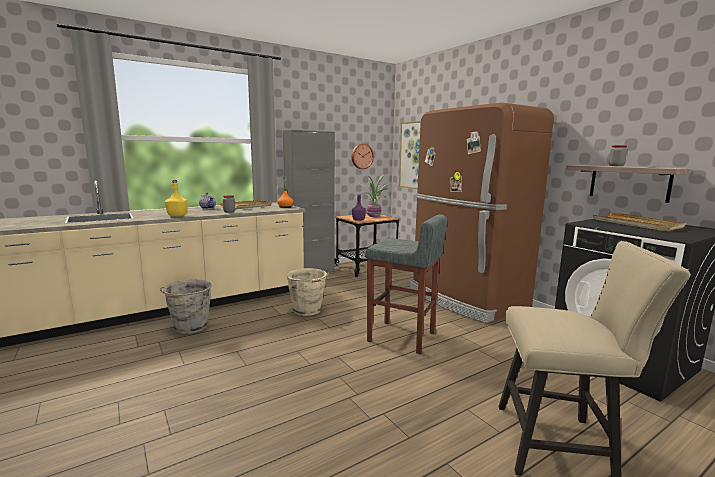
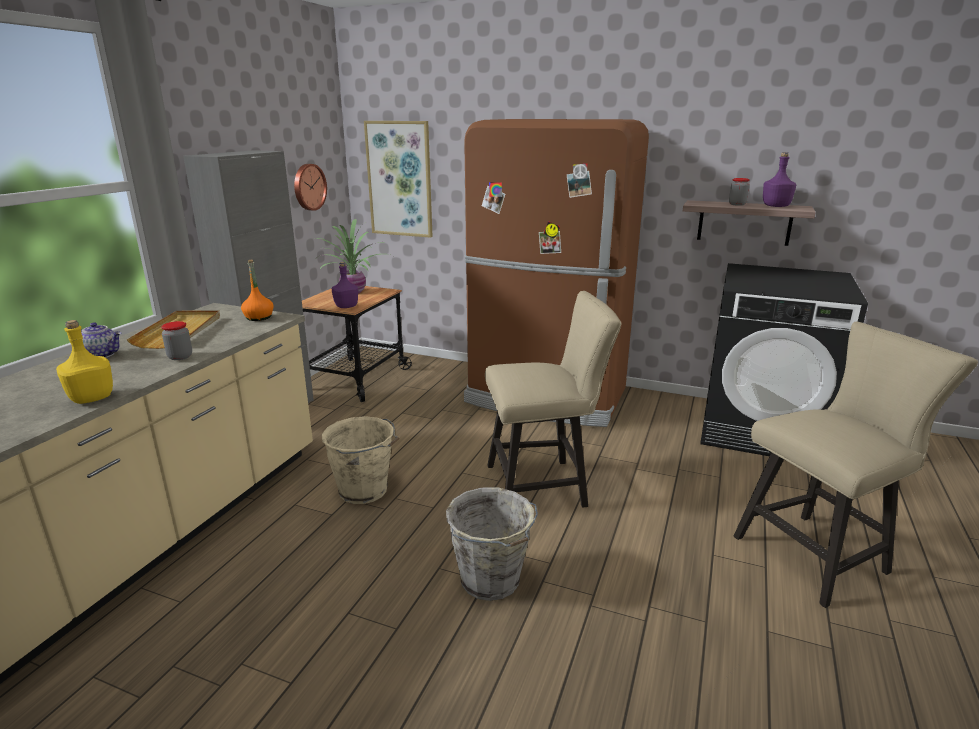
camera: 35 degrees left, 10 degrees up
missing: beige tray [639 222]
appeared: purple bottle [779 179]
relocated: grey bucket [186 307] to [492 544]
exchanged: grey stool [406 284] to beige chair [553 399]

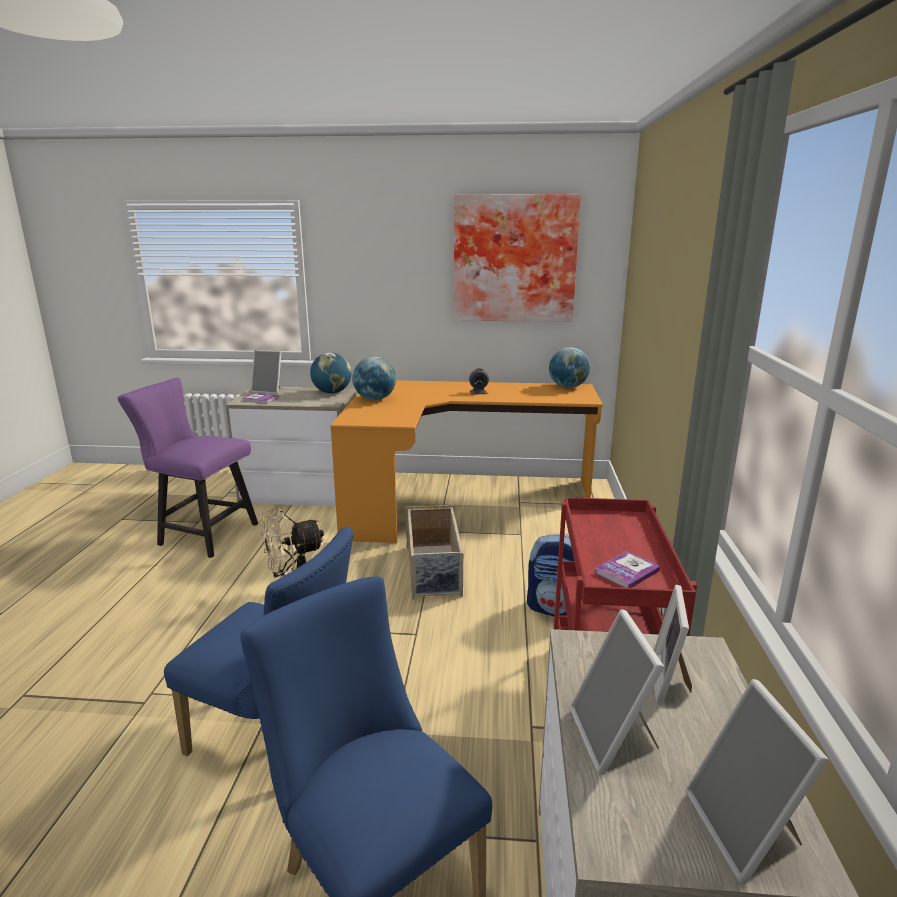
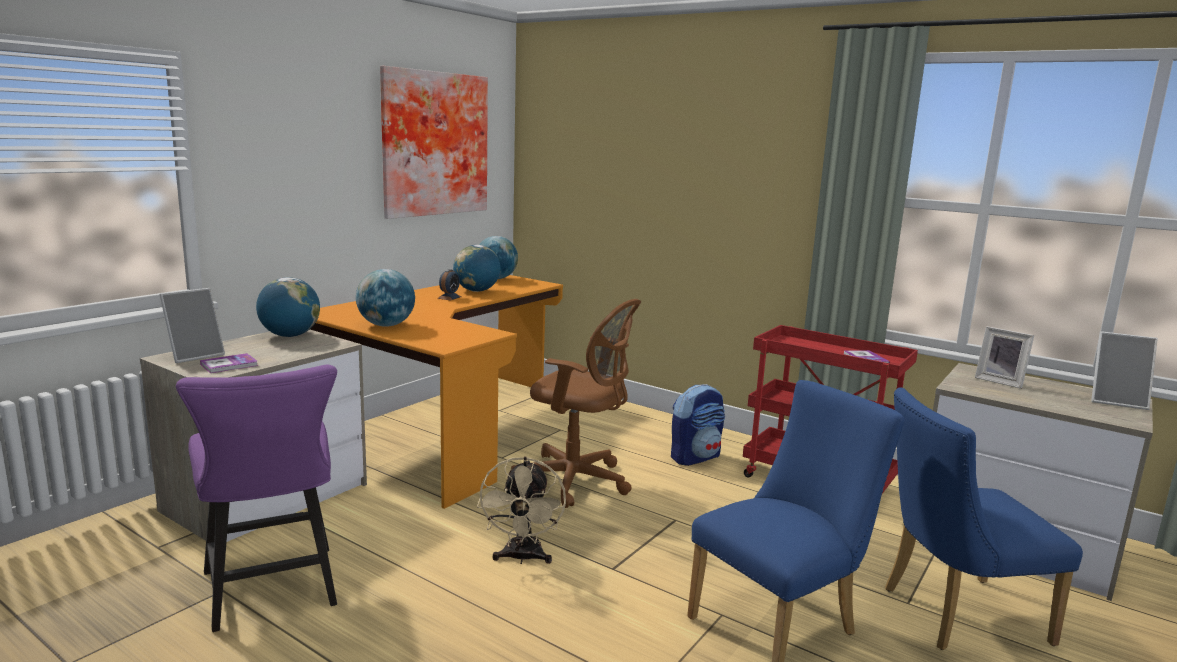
camera: 60 degrees left, 5 degrees down
missing: picture frame [617 692]
appeared: globe [476 268]
exchanged: beige storage box [434 552] to brown office chair [576 403]
spun: purple chair [188 468] = [256 498] 75 degrees counterclockwise

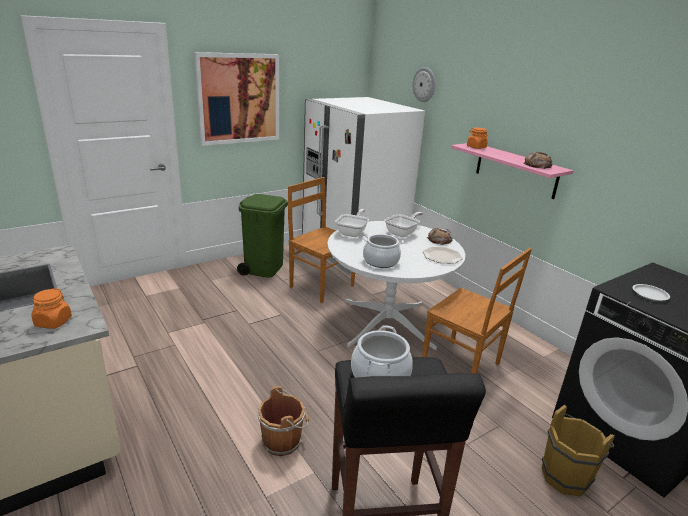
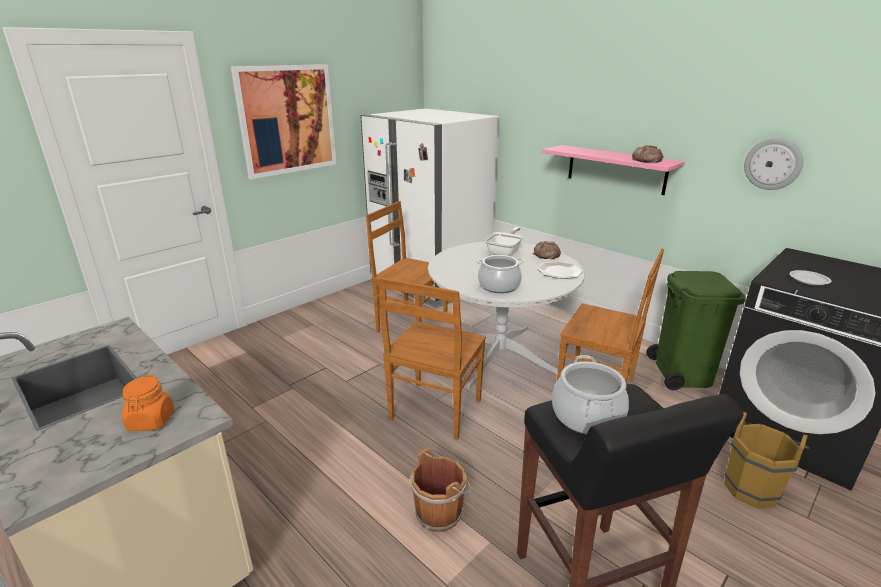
camera: 10 degrees left, 0 degrees up
missing: frying pan [352 223]; orange jar [477 138]
appeared: brown chair [432 358]
relocated: green trash can [262 236] to [696 330]; wall clock [423 84] to [773 164]

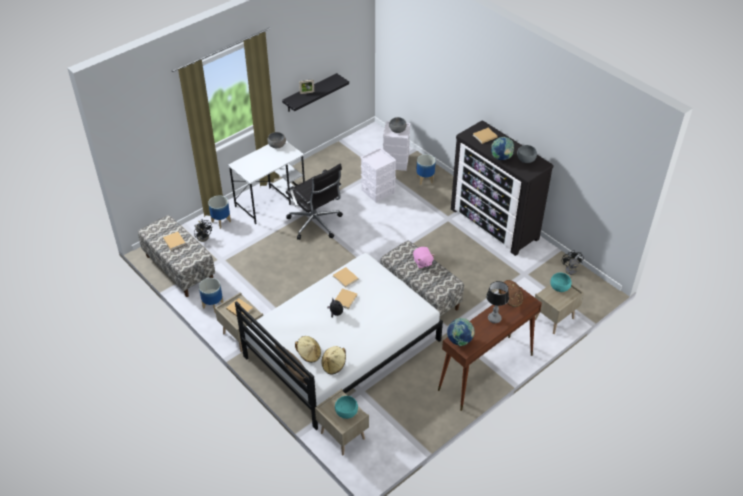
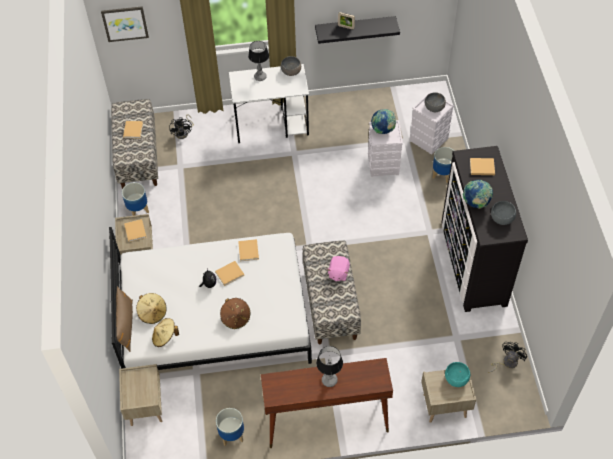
camera: 35 degrees right, 10 degrees up
missing: black office chair [314 201]; turquoise bowl [346 407]
appeared: picture [125 24]; table lamp [258 61]
relocated: planter [219 212] to [230 427]; globe [461 332] to [383 121]; brown hat [511 293] to [235 313]

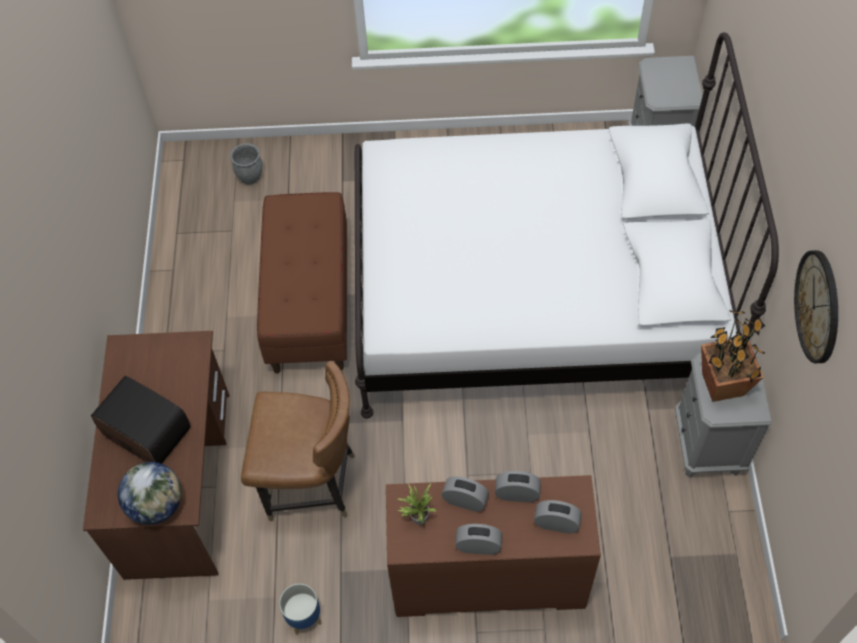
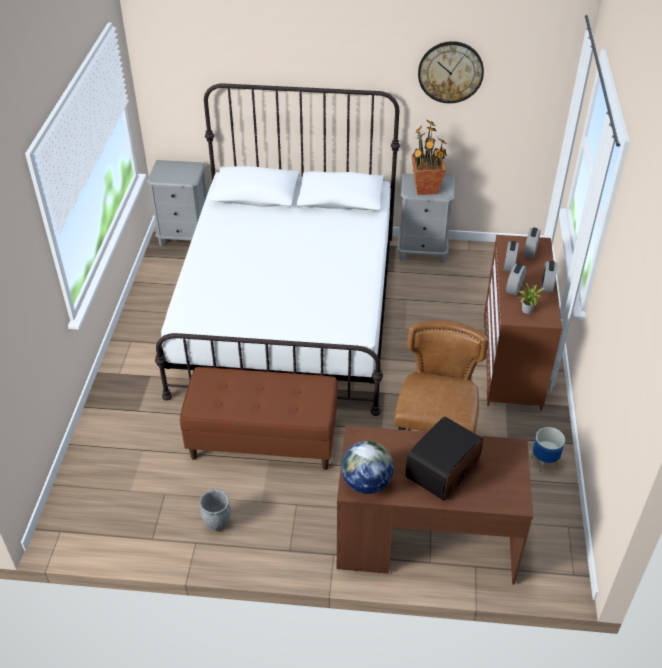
camera: 85 degrees left, 15 degrees down
relocated: globe [150 493] to [367 467]; grey planter [246 164] to [215 510]

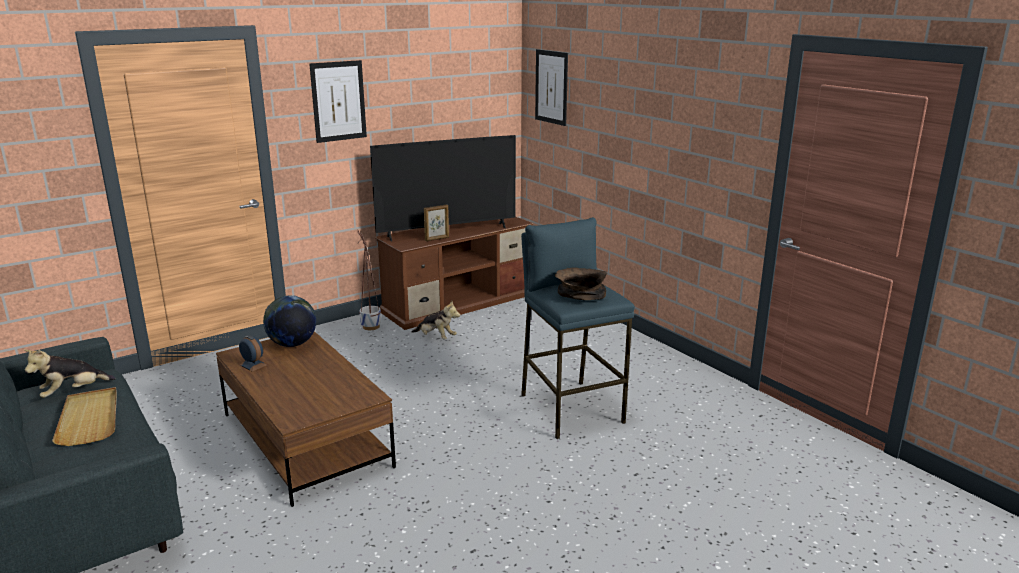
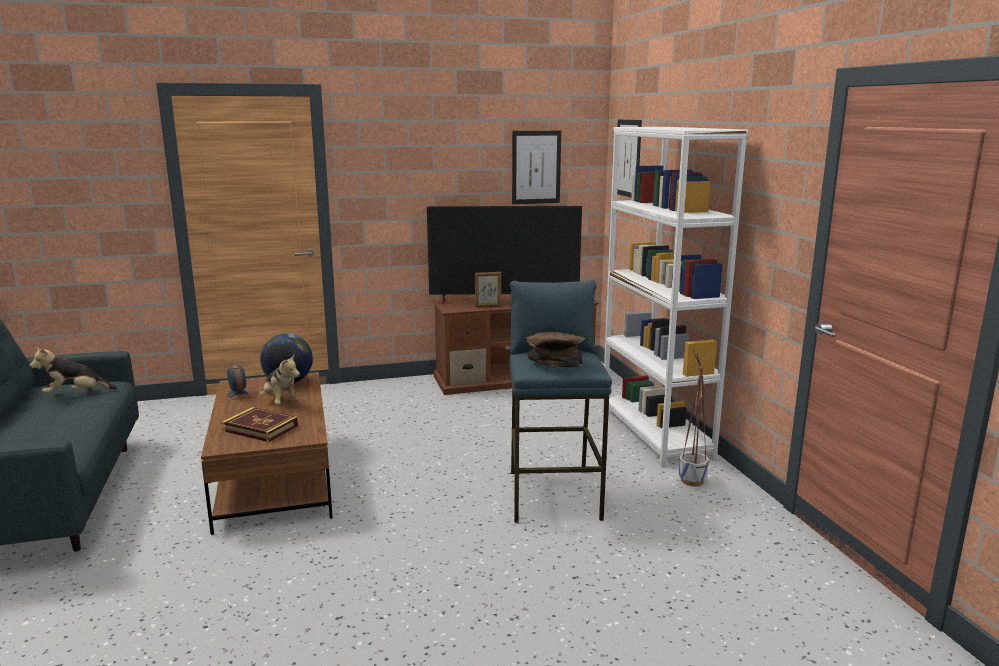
camera: 20 degrees right, 5 degrees down
missing: beige tray [84 416]
appeared: book [260 424]; white bookcase [675 297]
relocated: picture [338 101] to [536 167]; planter [369 279] to [694 417]; plush toy [436 320] to [279 379]

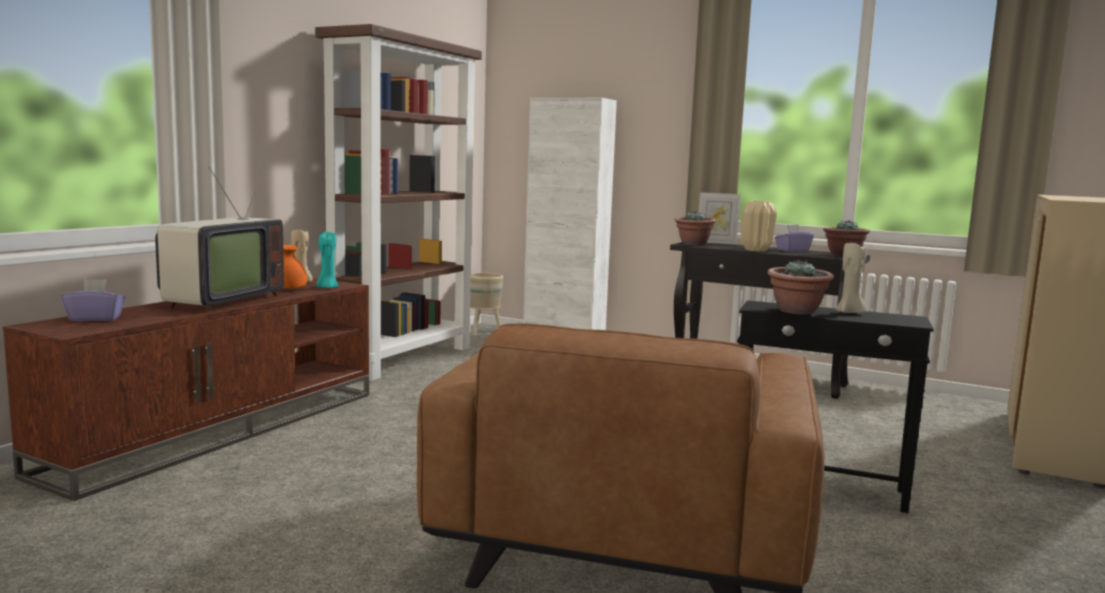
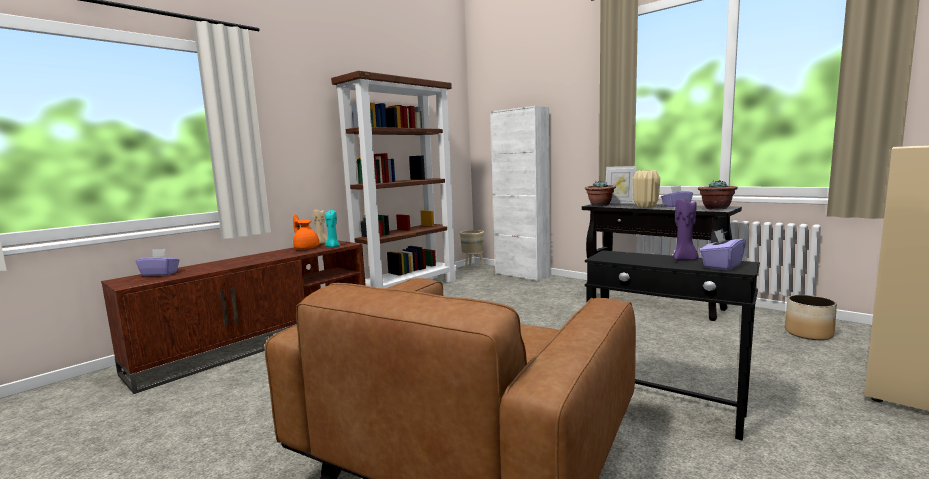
camera: 15 degrees right, 0 degrees up
missing: television [219 237]; potted plant [800 287]
appeared: purple tissue box [723 249]; planter [811 317]
colour: beige candle [851 278] to purple candle [686 230]

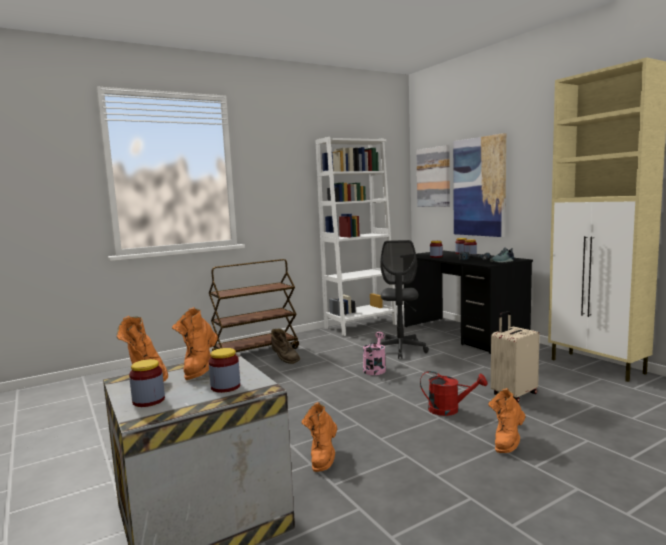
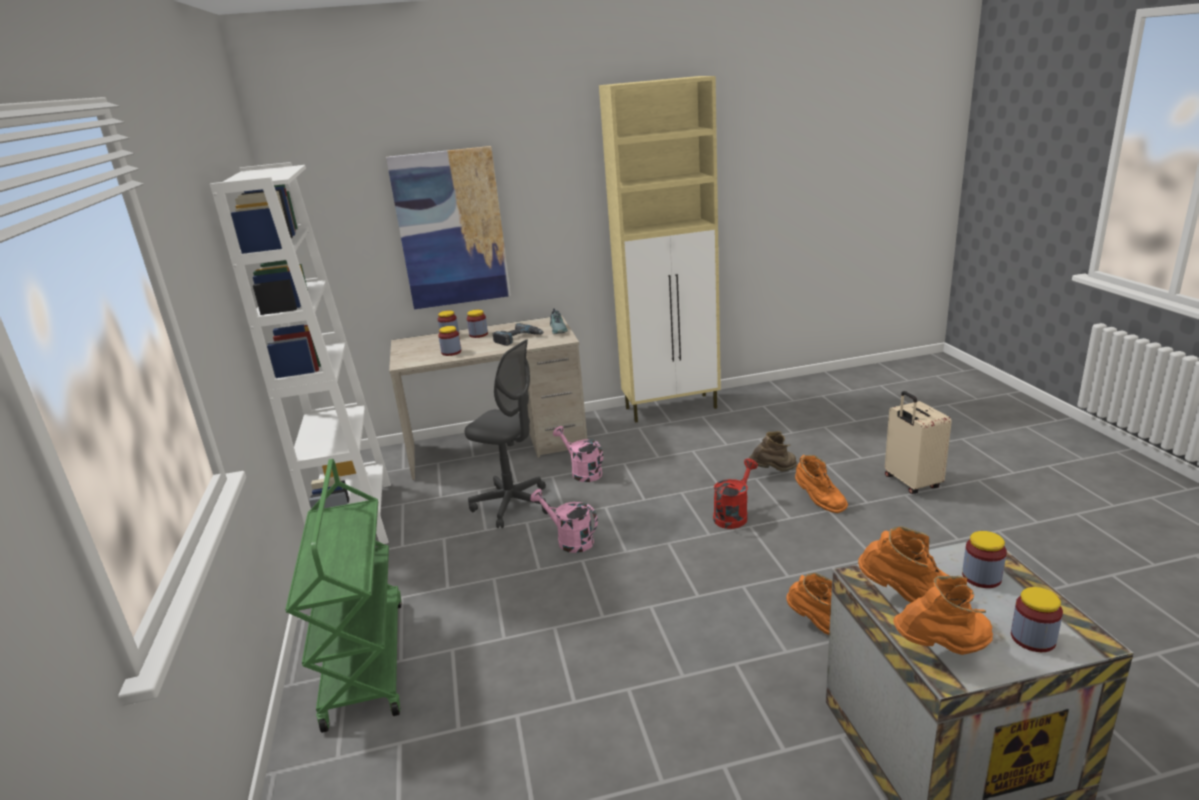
camera: 70 degrees left, 15 degrees up
missing: picture [433 176]
appeared: pink watering can [578 454]
relocated: brown boot [285 346] to [773 451]; beige suitcase [515 356] to [918 442]
colour: brown cart [254 305] to green cart [343 596]; black desk [468 302] to beige desk [488 397]

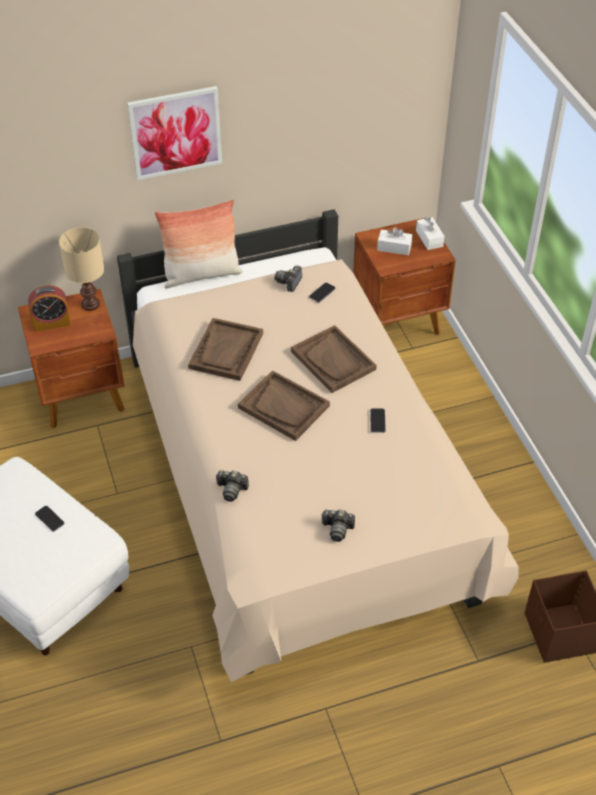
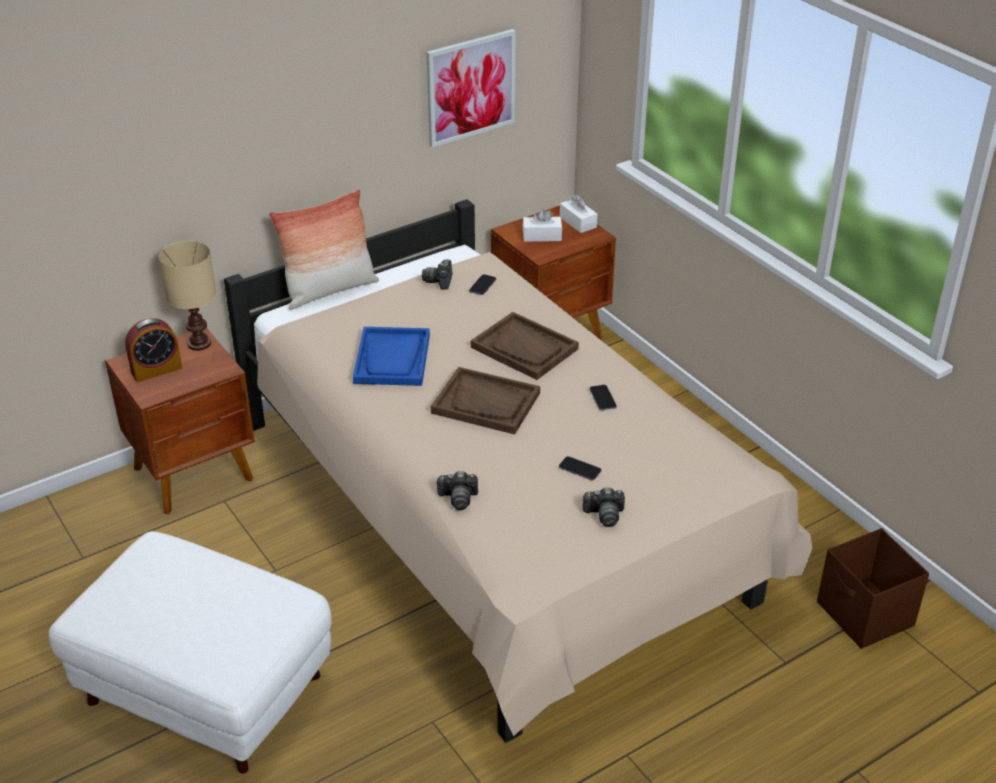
camera: 15 degrees left, 10 degrees down
relocated: phone [49 518] to [580 468]; picture [174 133] to [471 88]
colour: brown tray [225 349] to blue tray [391 356]

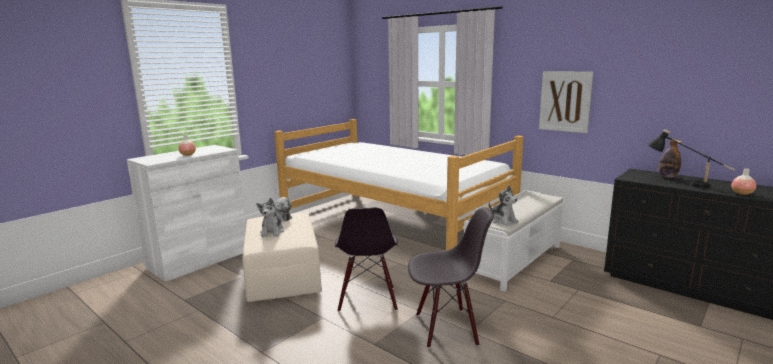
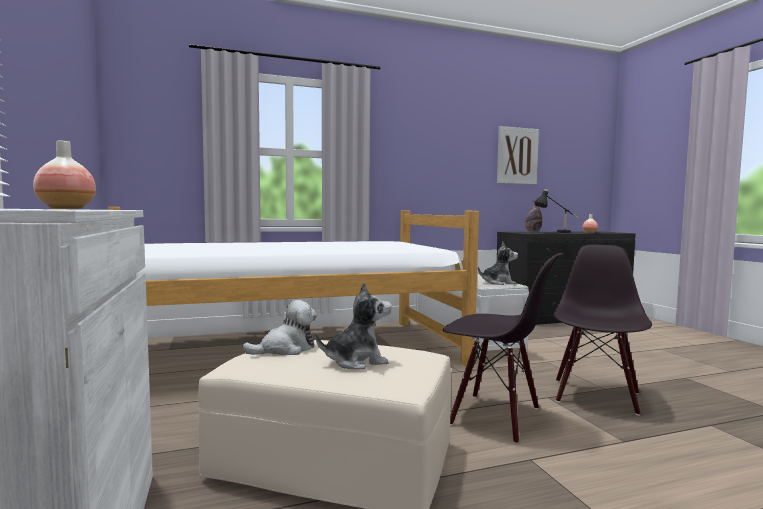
camera: 60 degrees left, 10 degrees down
relocated: picture [566 102] to [518 155]
spun: plush toy [270 217] = [354 325] 45 degrees counterclockwise

